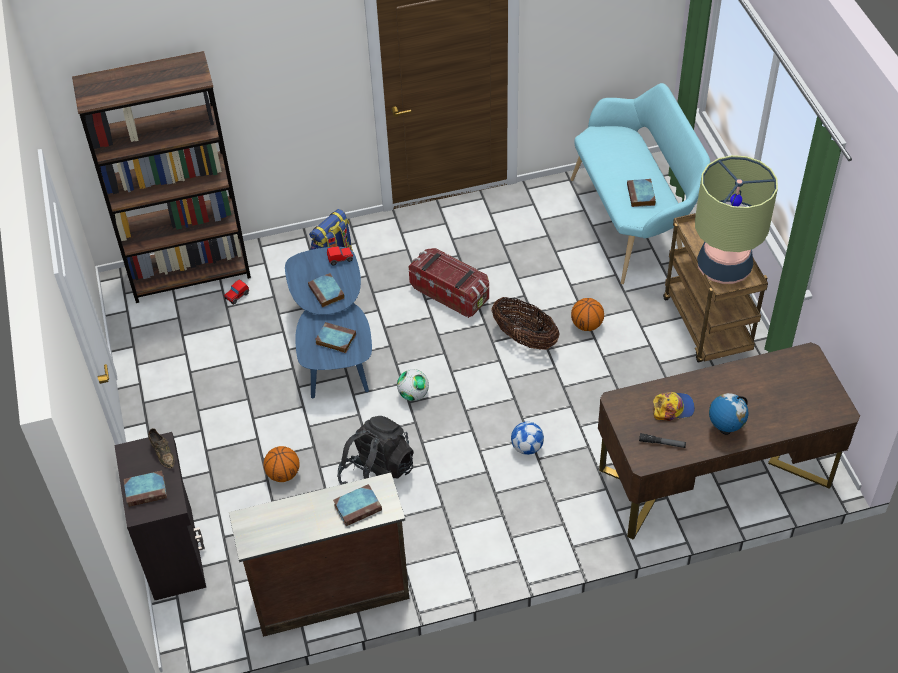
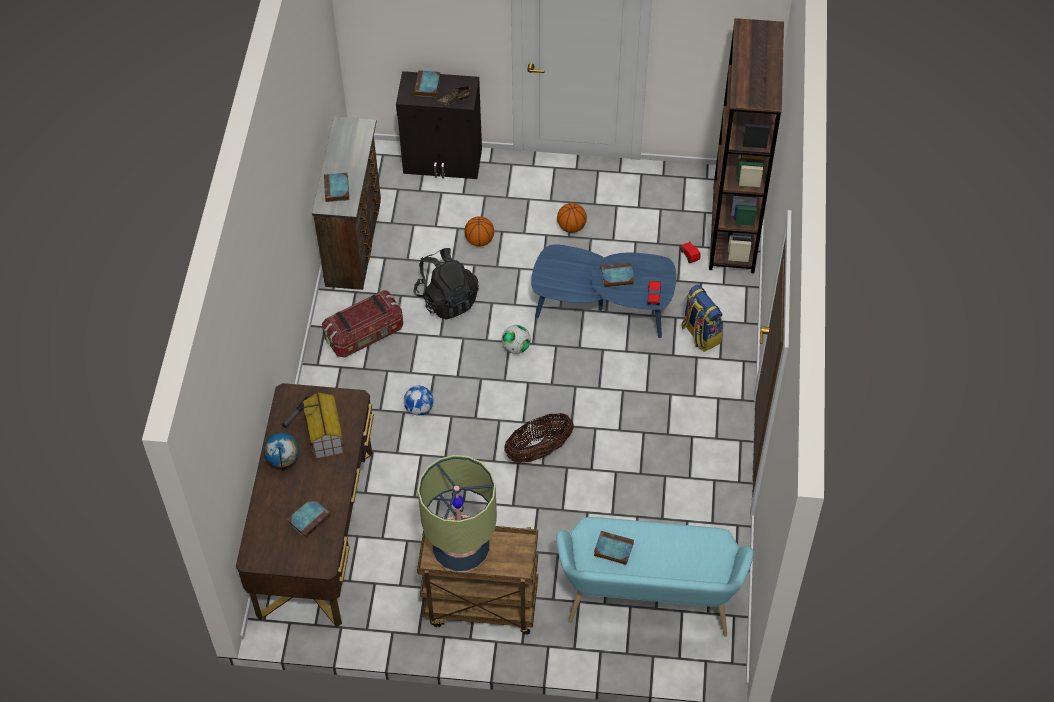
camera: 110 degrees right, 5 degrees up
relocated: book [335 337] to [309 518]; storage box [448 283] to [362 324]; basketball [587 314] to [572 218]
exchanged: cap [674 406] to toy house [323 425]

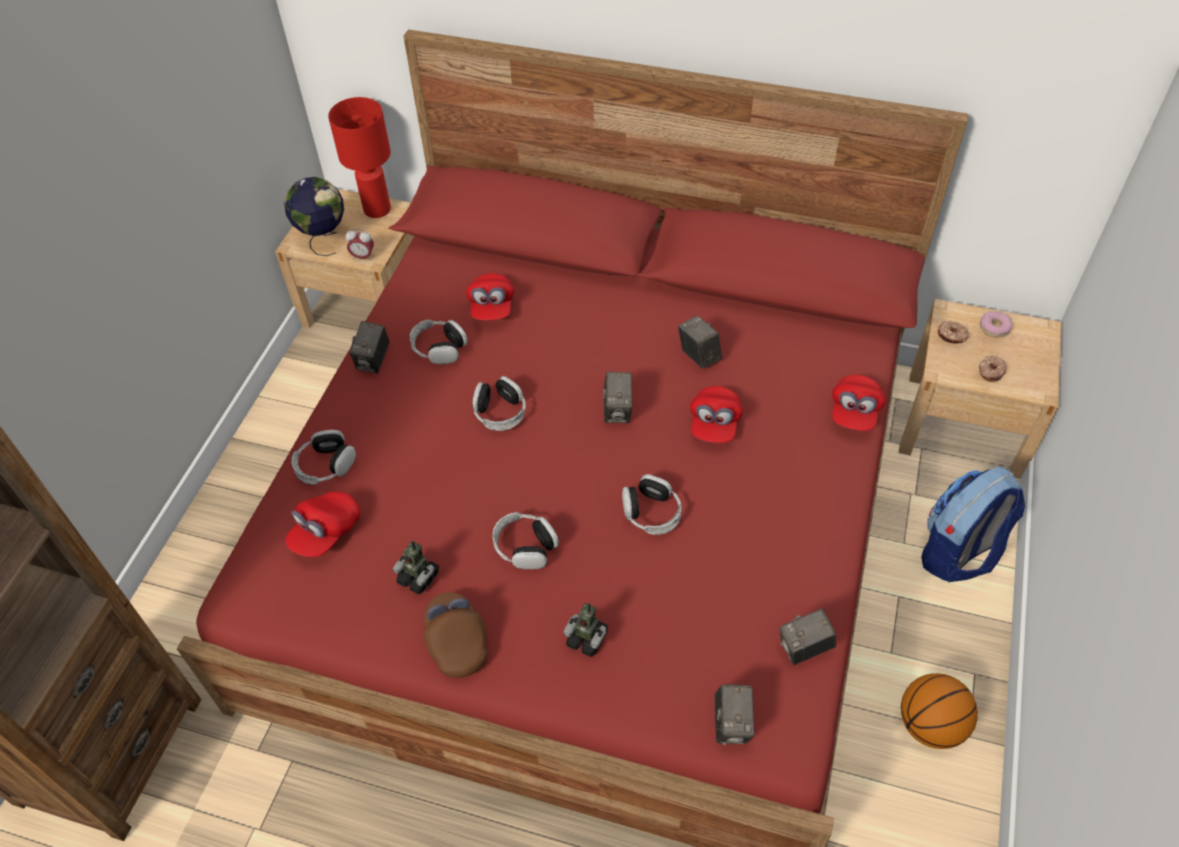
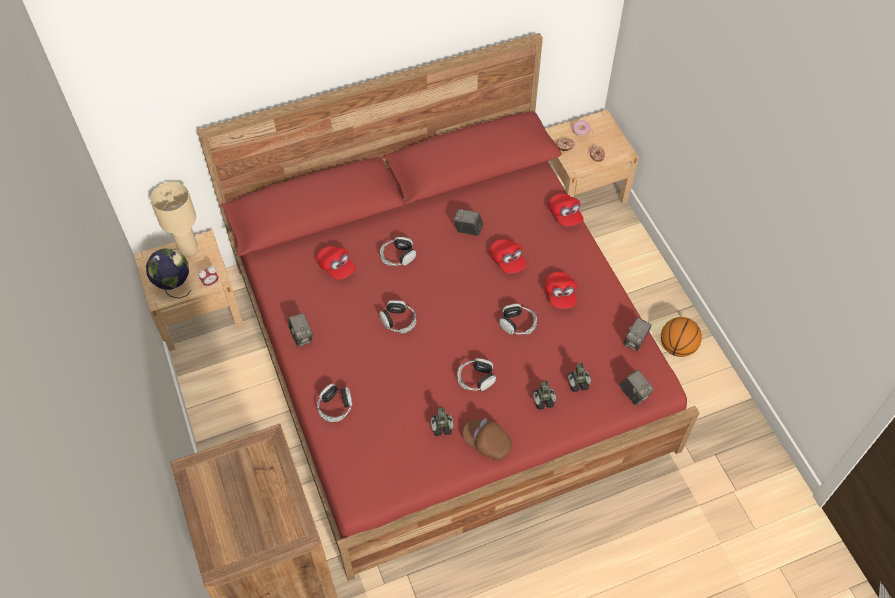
camera: 40 degrees left, 5 degrees up
missing: photo camera [617 397]; backpack [973 524]
appeared: toy robot [579 377]
relocated: red cap [322 524] to [561 290]; headphones [438 341] to [398 251]
colour: red table lamp [359 157] to beige table lamp [174 219]

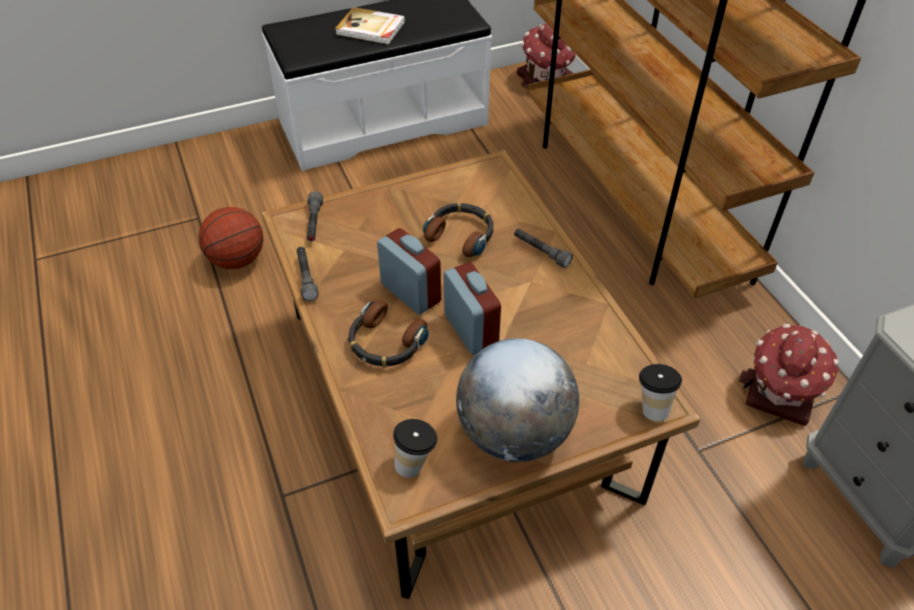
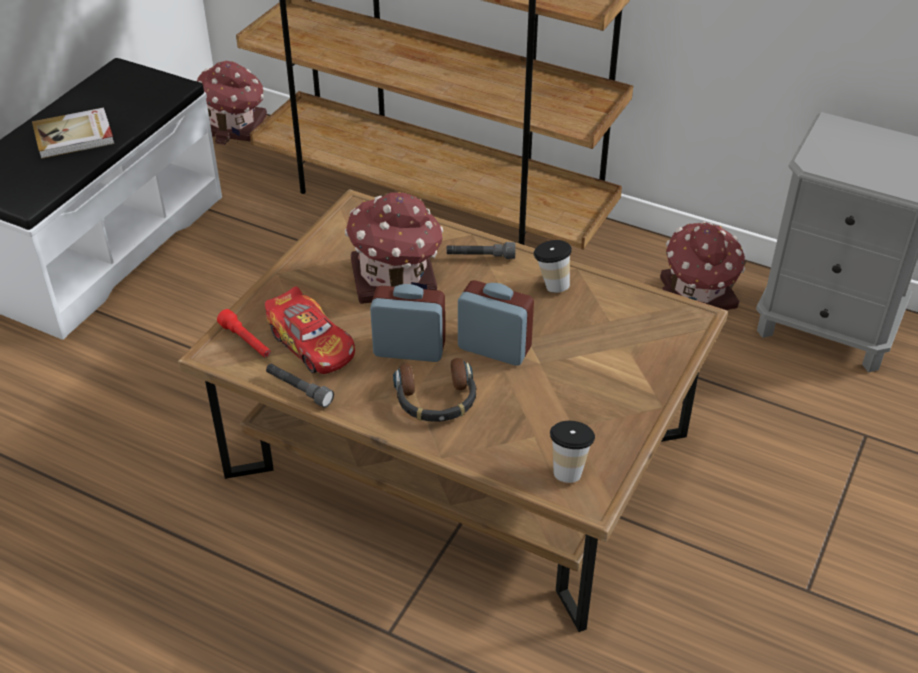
camera: 40 degrees left, 5 degrees down
missing: basketball [231 238]; globe [517 400]
appeared: toy car [310 330]
relocated: cup [660 393] to [552 266]
exchanged: headphones [458 229] to toy house [394 248]
colour: grey flashlight [315 216] to red flashlight [244 333]

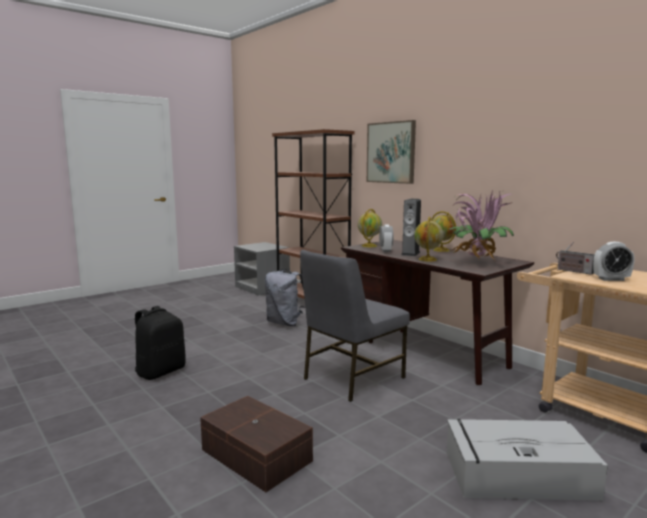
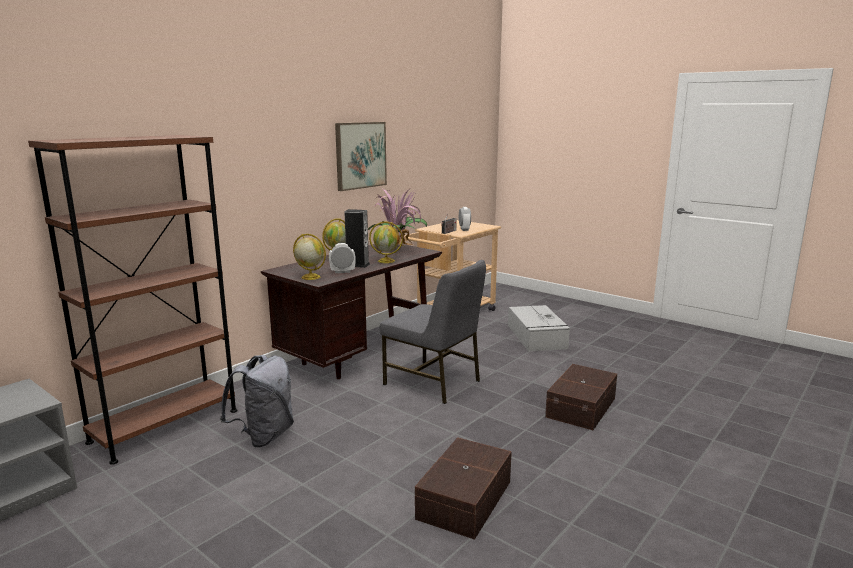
camera: 100 degrees left, 5 degrees up
relocated: picture [391 152] to [361 156]
exchanged: black backpack [160 343] to brown storage box [463 488]

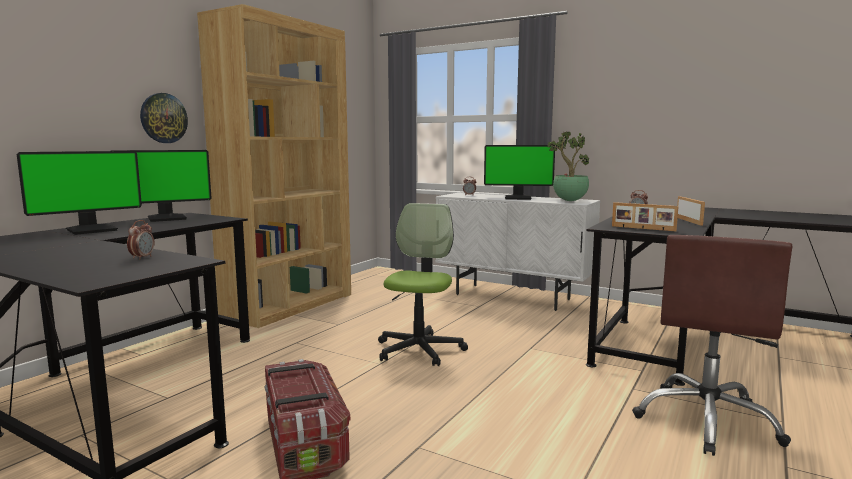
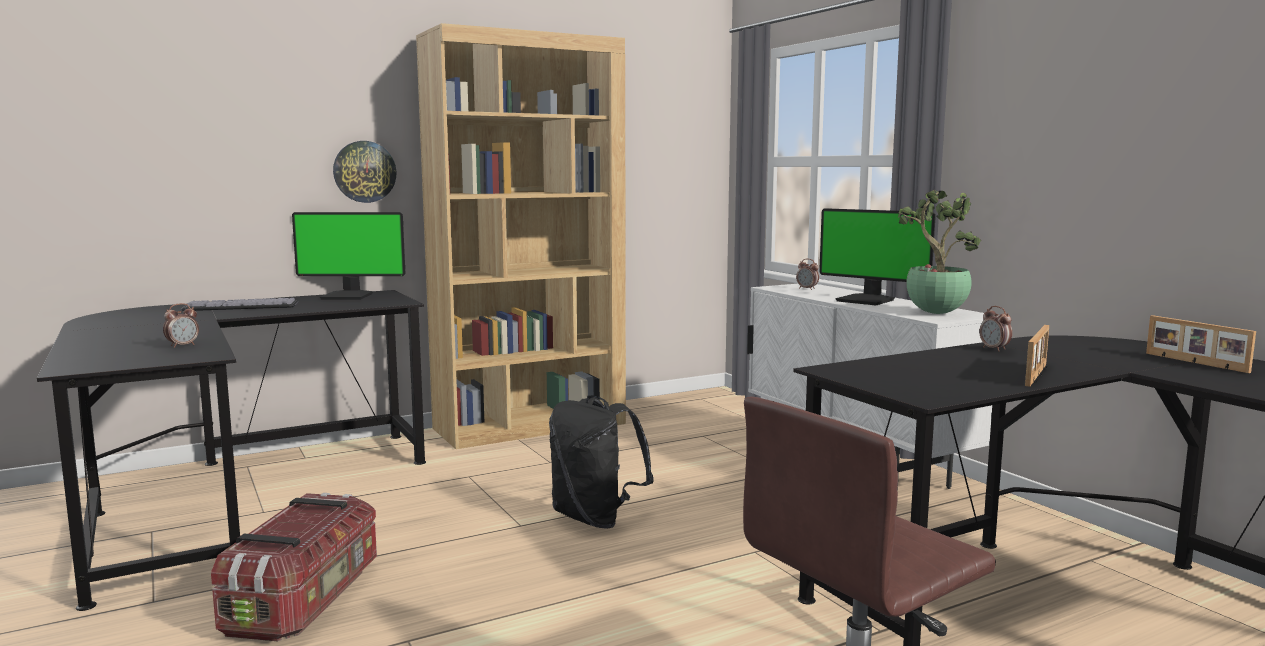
camera: 30 degrees right, 0 degrees up
relocated: picture frame [645 216] to [1201 344]
exchanged: monitor [79 193] to keyboard [240 304]; office chair [423 284] to black backpack [601 462]

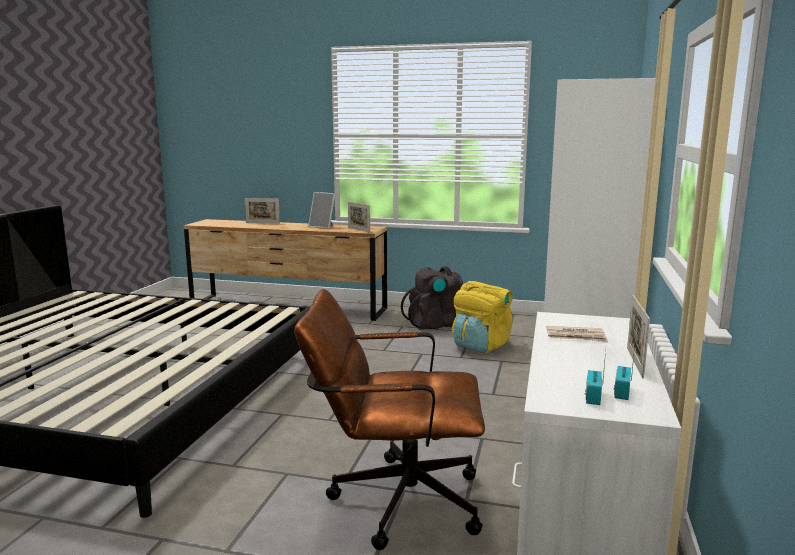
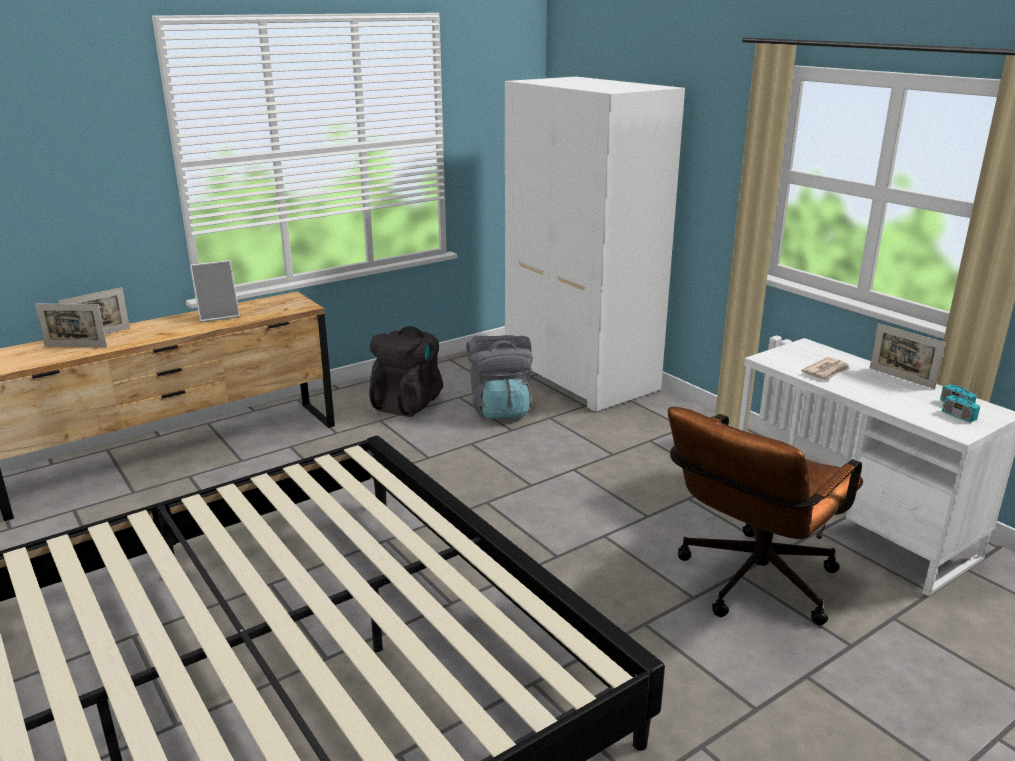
camera: 50 degrees left, 10 degrees up
relocated: picture frame [359 217] to [71 325]
colour: yellow backpack [482 317] to grey backpack [500 377]

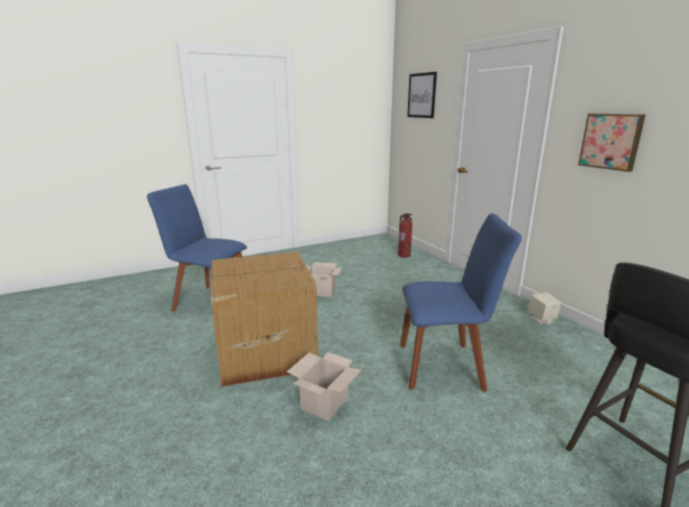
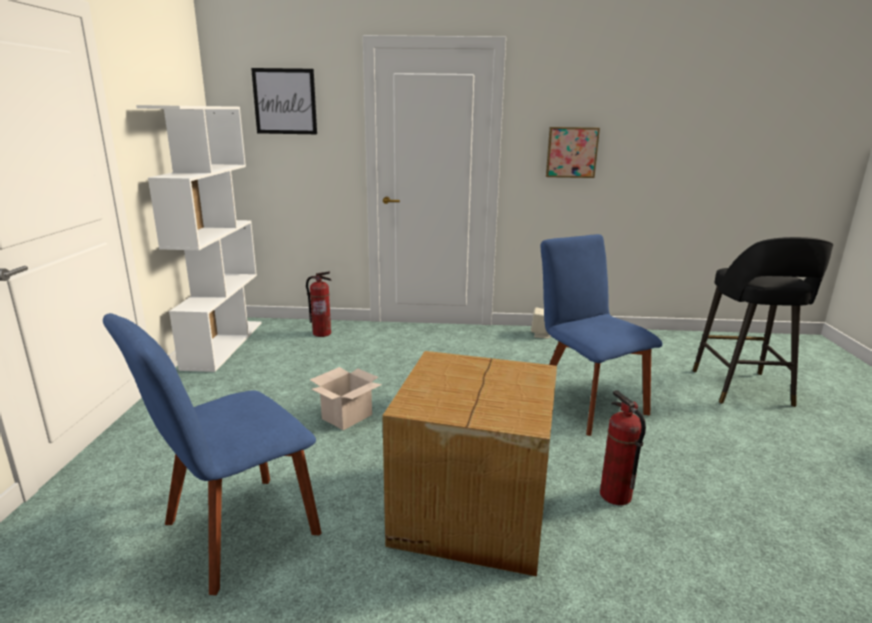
camera: 60 degrees left, 0 degrees up
appeared: white bookcase [199 238]
exchanged: cardboard box [324 386] to fire extinguisher [623 447]
spun: blue chair [461 302] = [602 335] 60 degrees counterclockwise

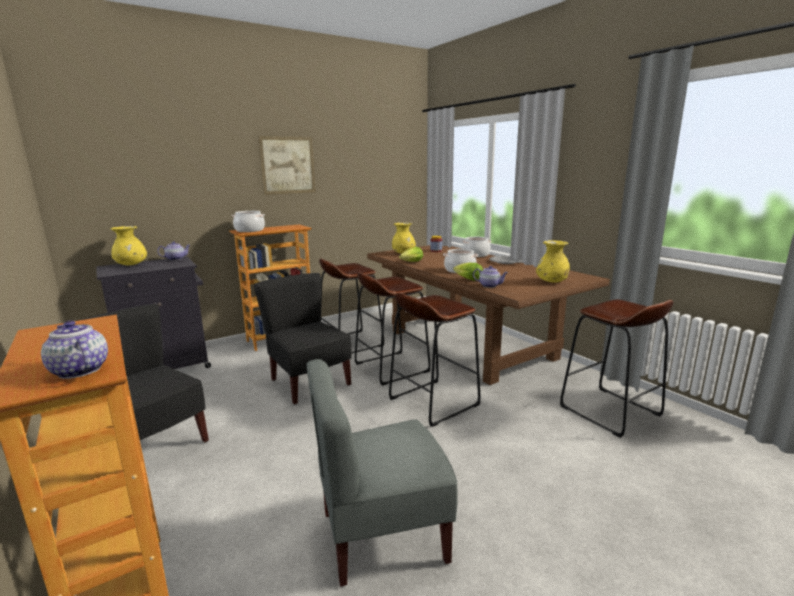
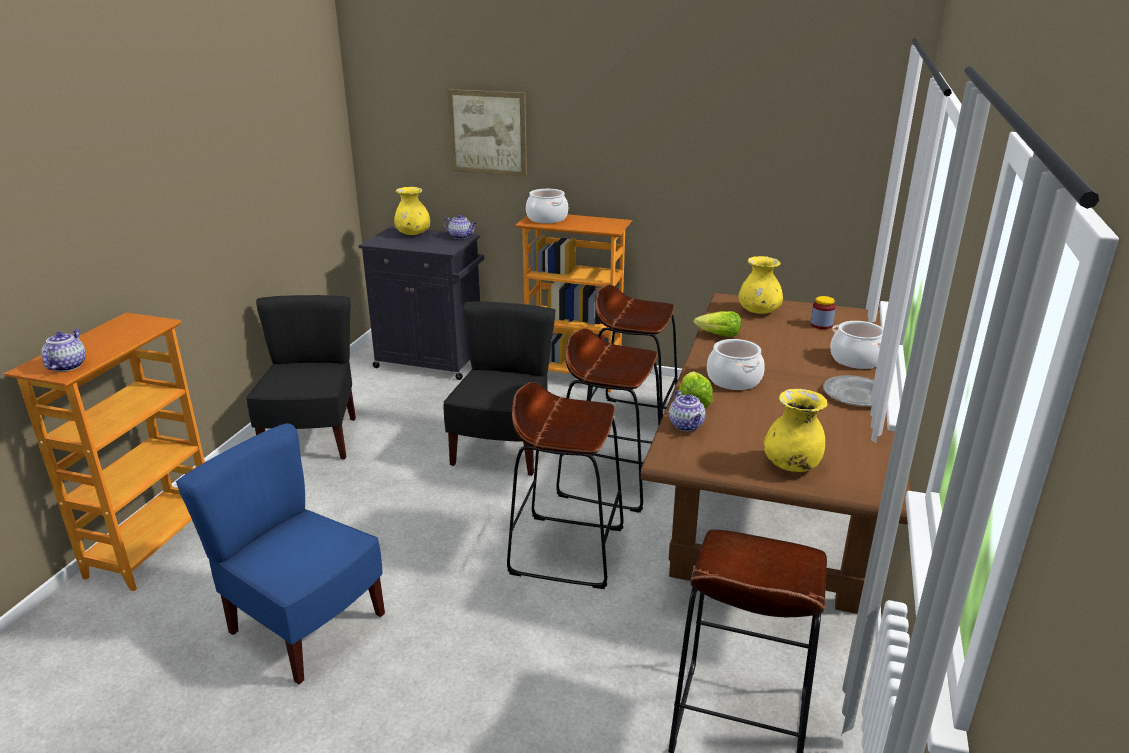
camera: 50 degrees right, 10 degrees up
relocated: picture [287 165] to [487 133]
colour: grey chair [382 473] to blue chair [280 553]

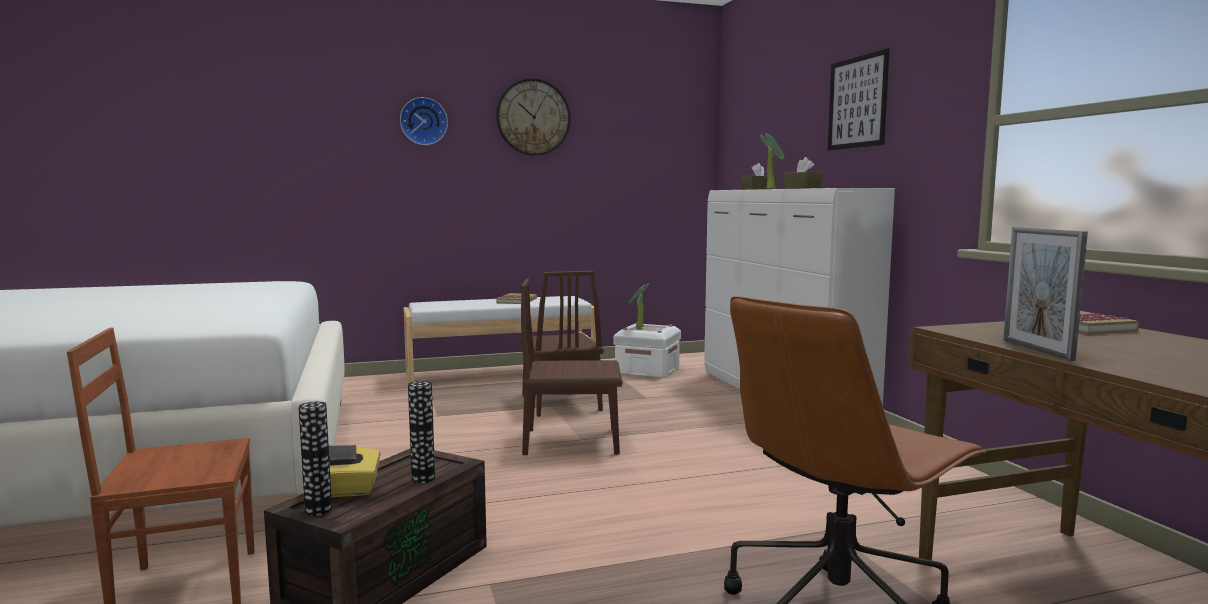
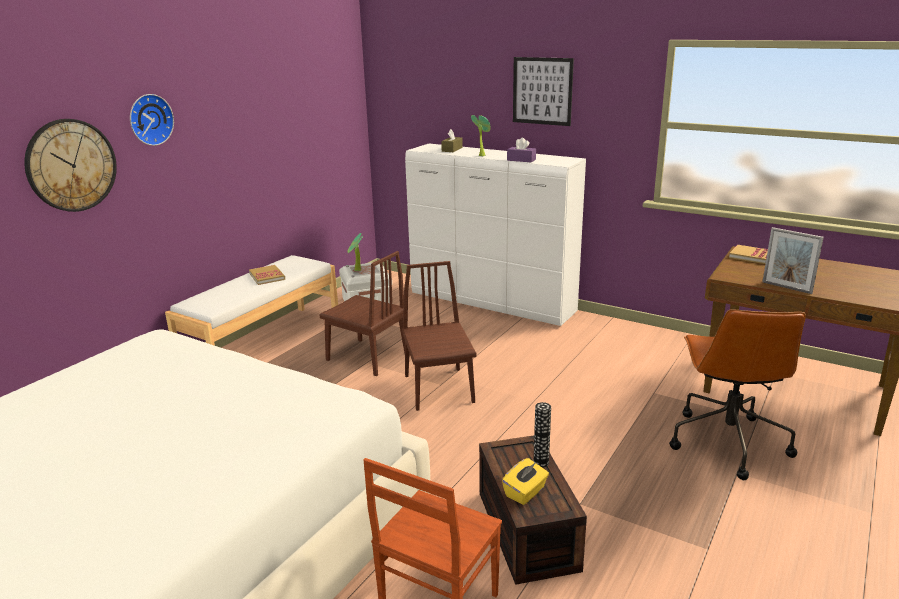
camera: 40 degrees left, 15 degrees up
missing: vase [315 459]
relocated: wall clock [533 117] to [70 165]
colour: brown tissue box [803 173] to purple tissue box [521 150]
spun: brown chair [571 367] = [439 336] 120 degrees clockwise

